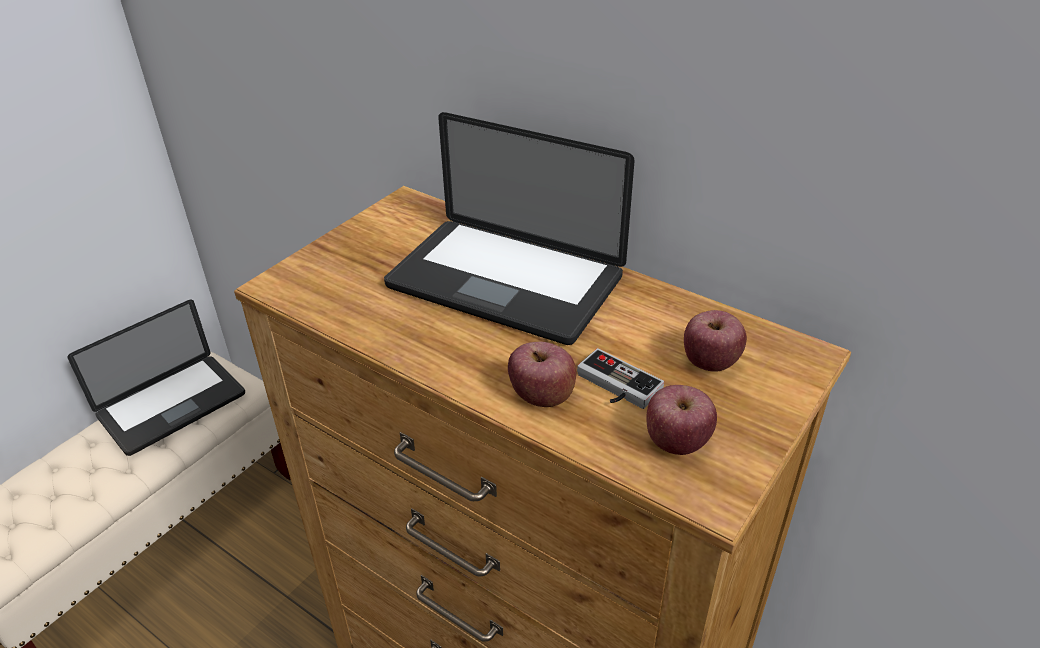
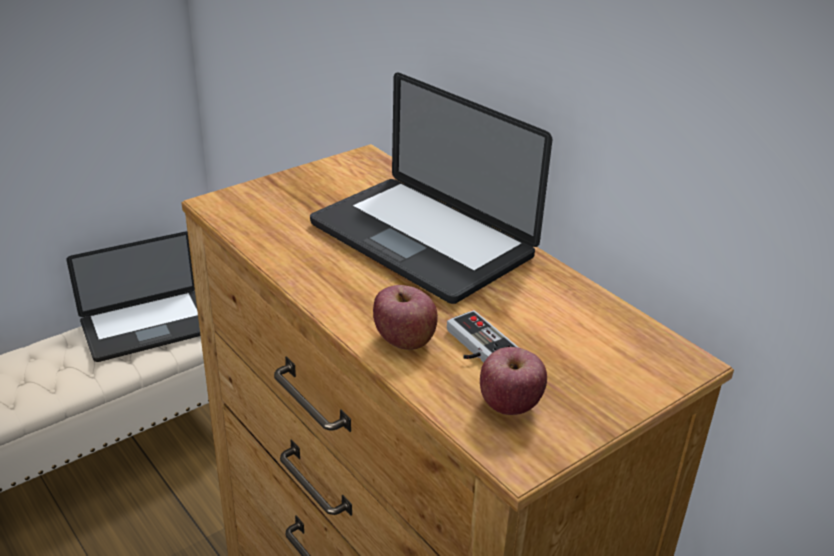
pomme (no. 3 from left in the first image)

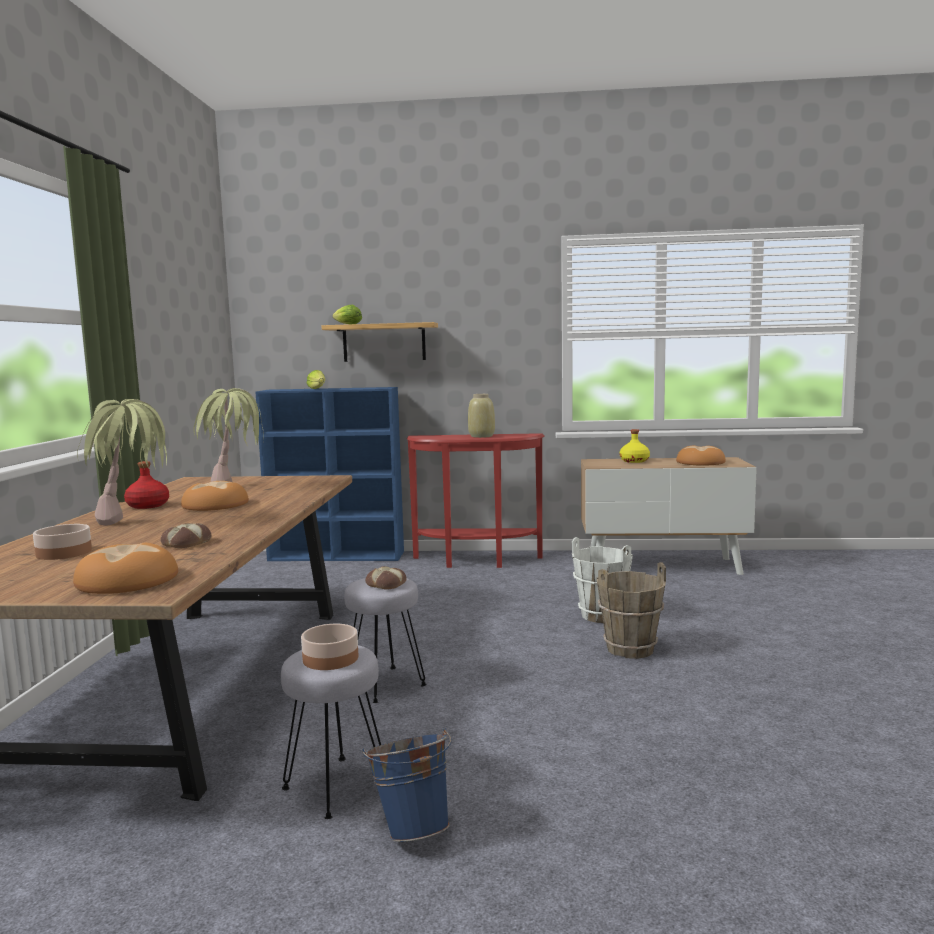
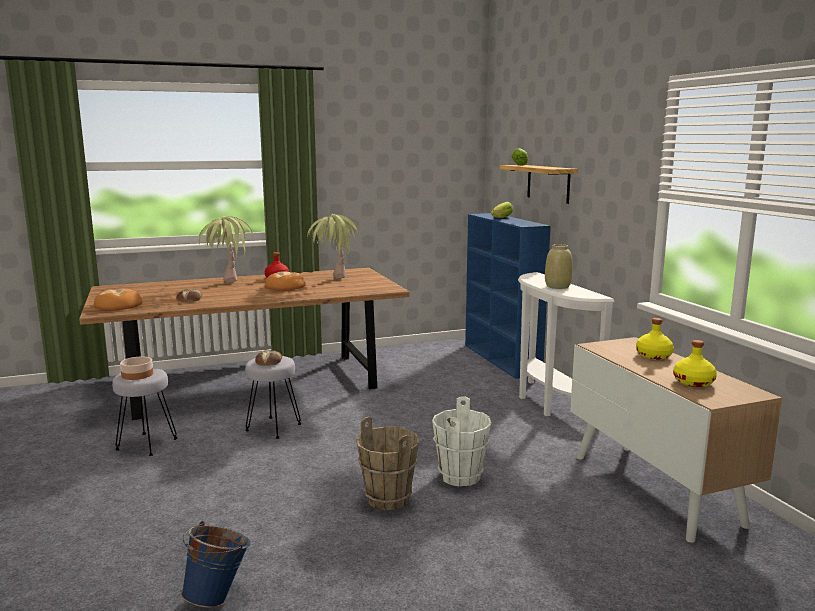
bol (no. 1 from left in the first image)
seau [bleu]
table console [blanc]
bouteille [jaune] (no. 2 from left)

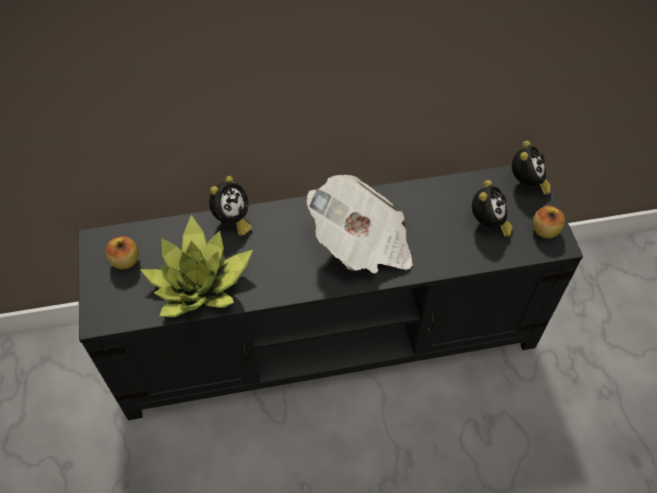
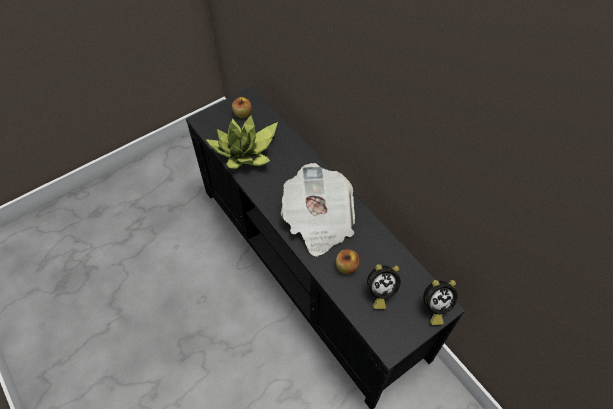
réveil (no. 1 from left in the first image)
pomme (no. 2 from left)

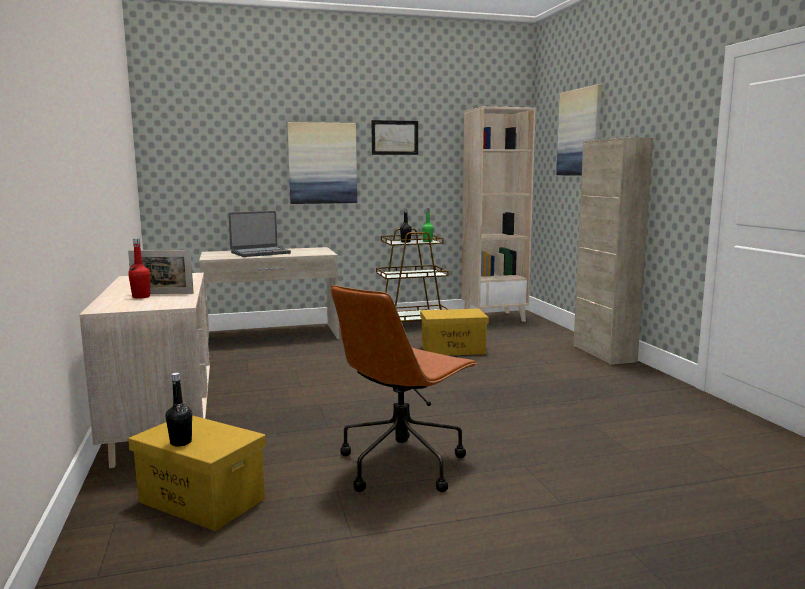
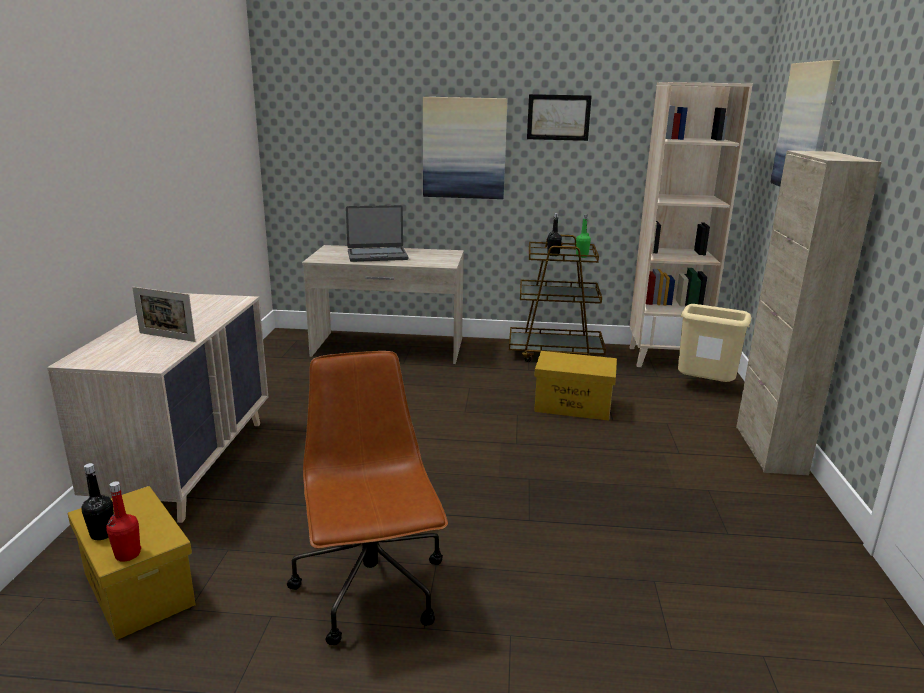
bouteille [rouge]
chaise de bureau [marron]
poubelle [beige]

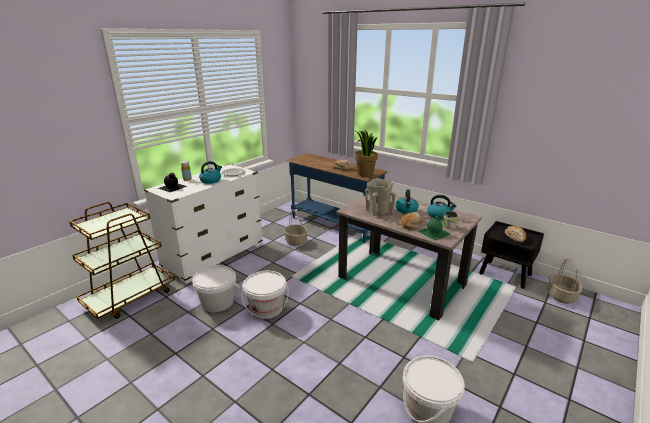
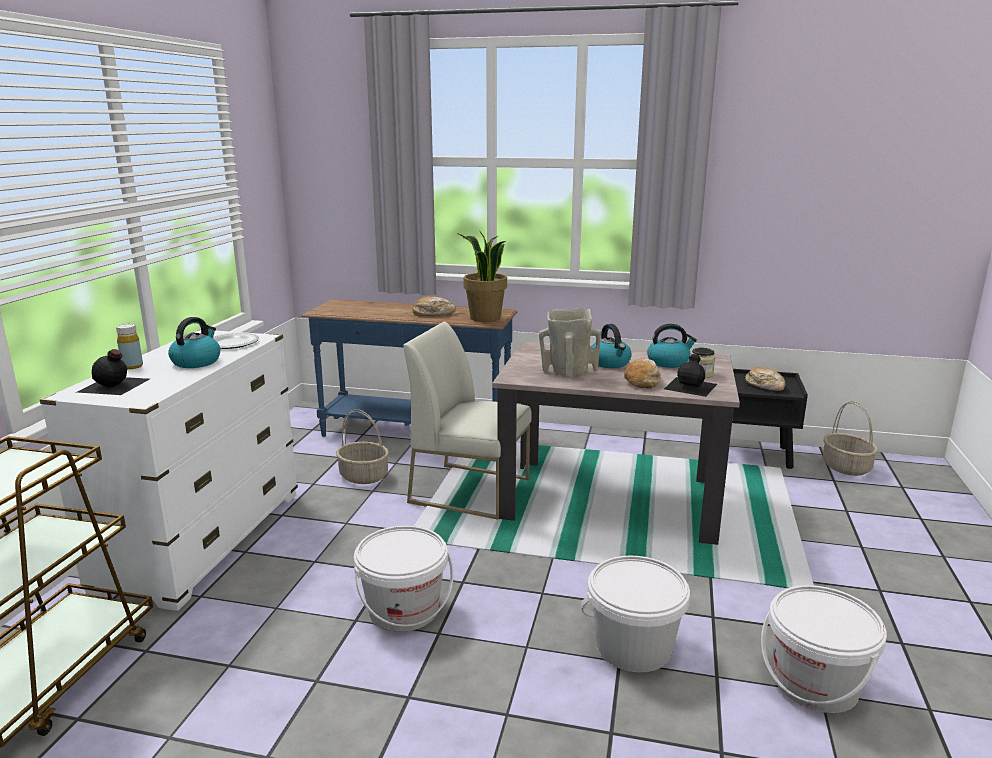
seau [blanc] (no. 2 from left)
bouteille [noir] (no. 2 from left)
chaise [blanc]

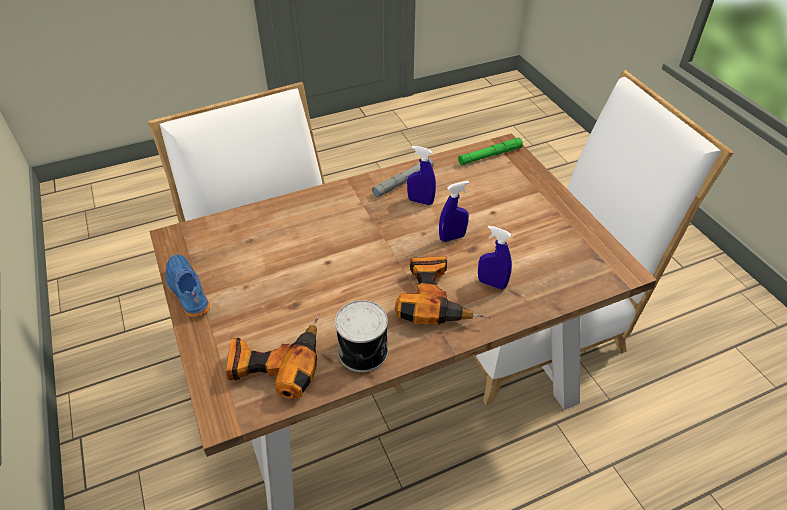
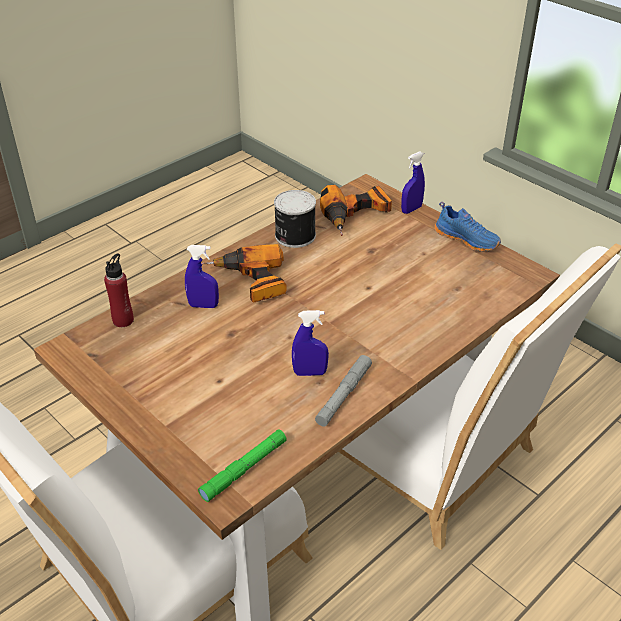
vaporisateur [bleu] (no. 3 from left)
bouteille [rouge]

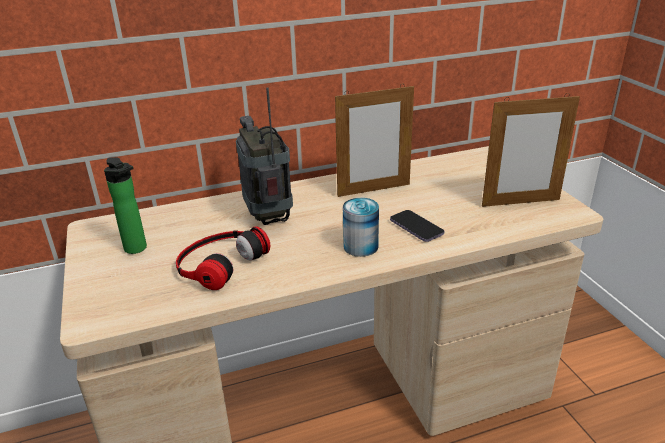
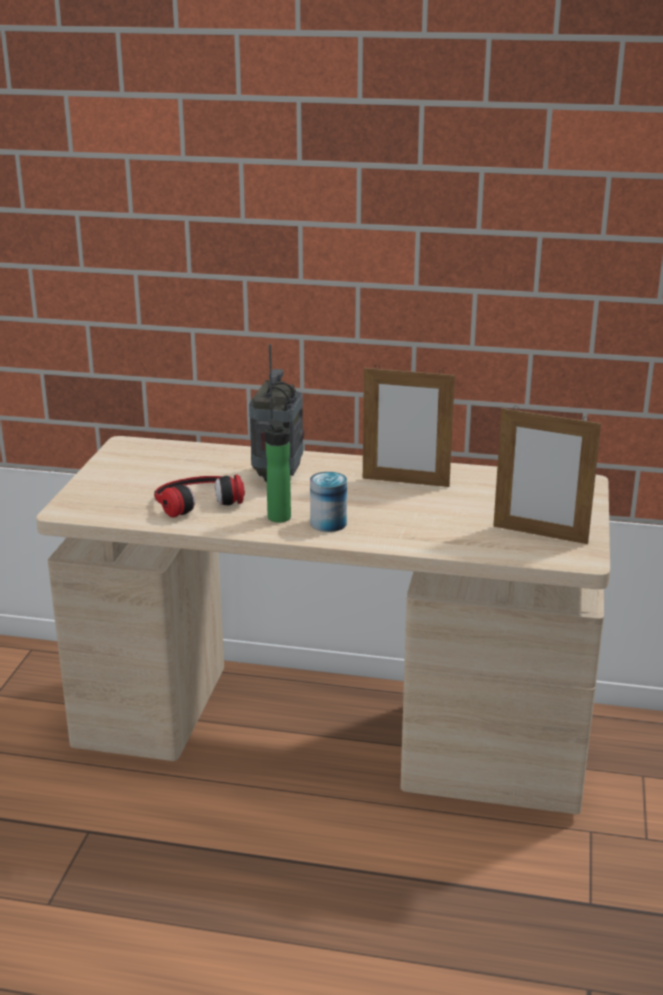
bouteille
téléphone

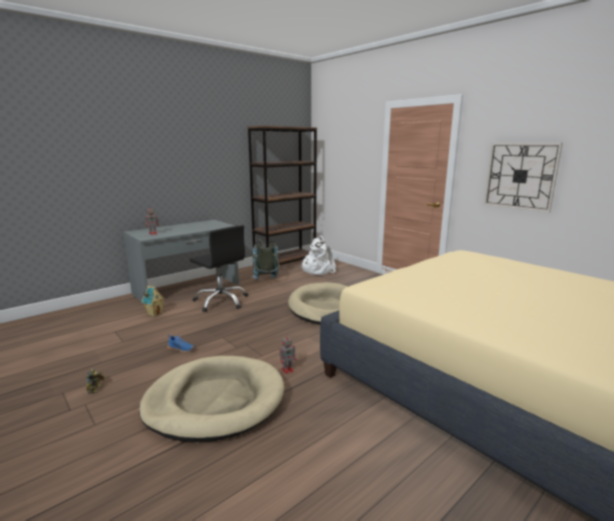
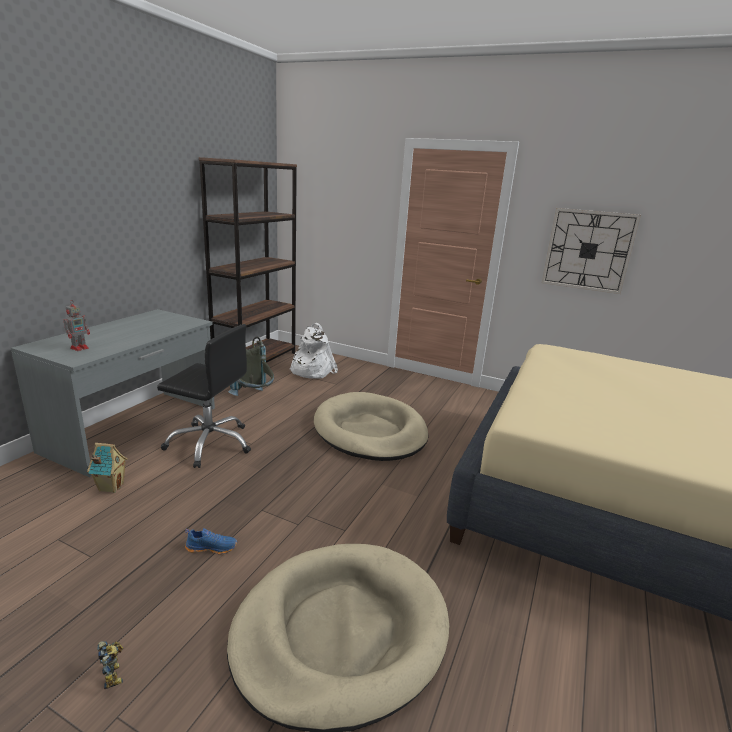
robot jouet (no. 3 from left in the first image)

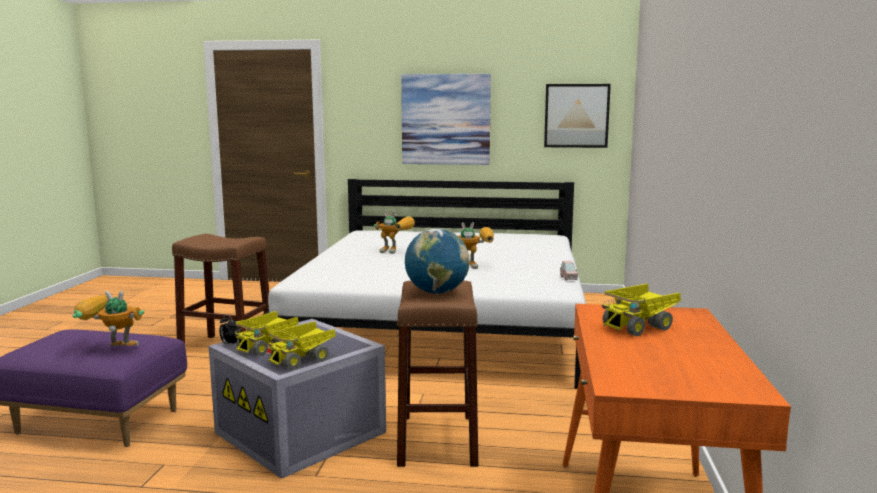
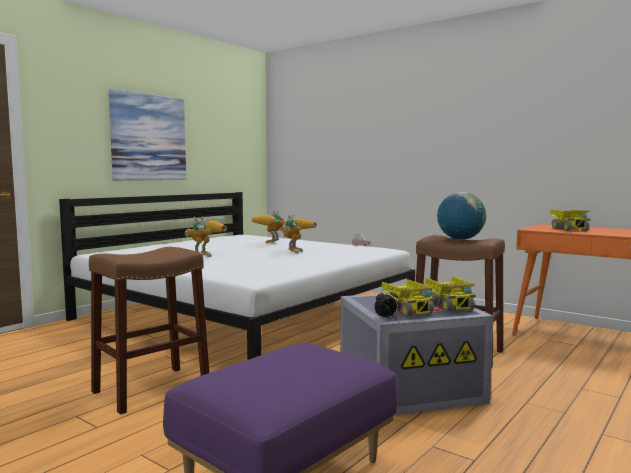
robot jouet (no. 2 from left)
tableau (no. 2 from left in the first image)

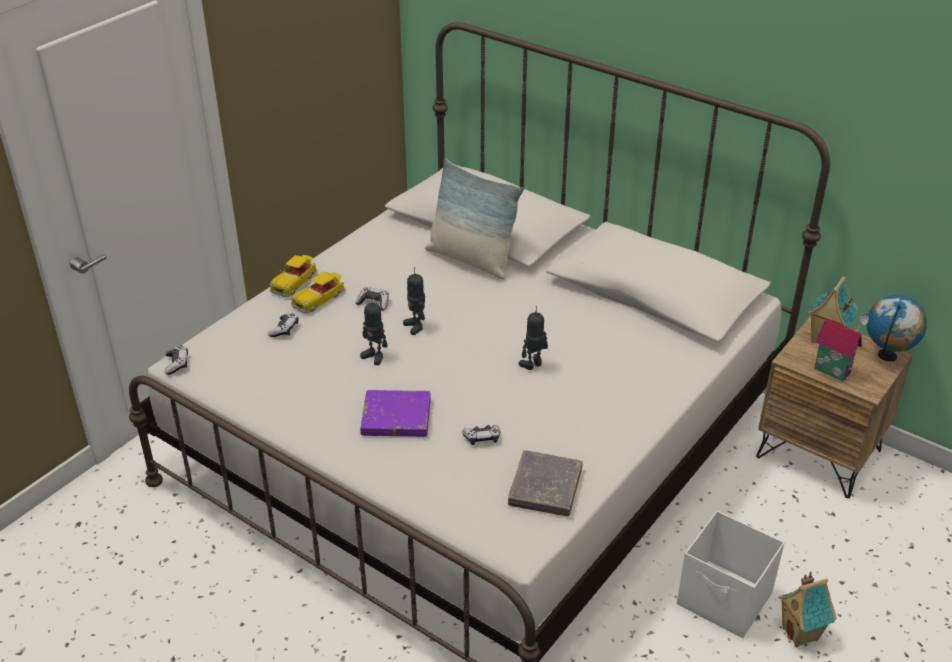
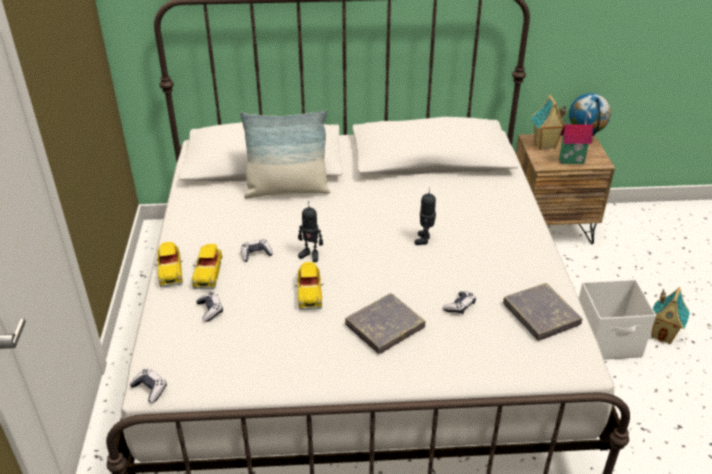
petite voiture (no. 3 from left)
livre [gris] (no. 1 from left)

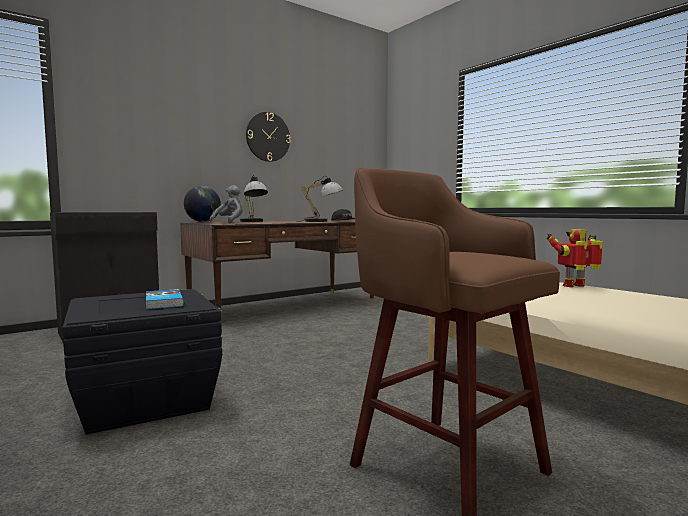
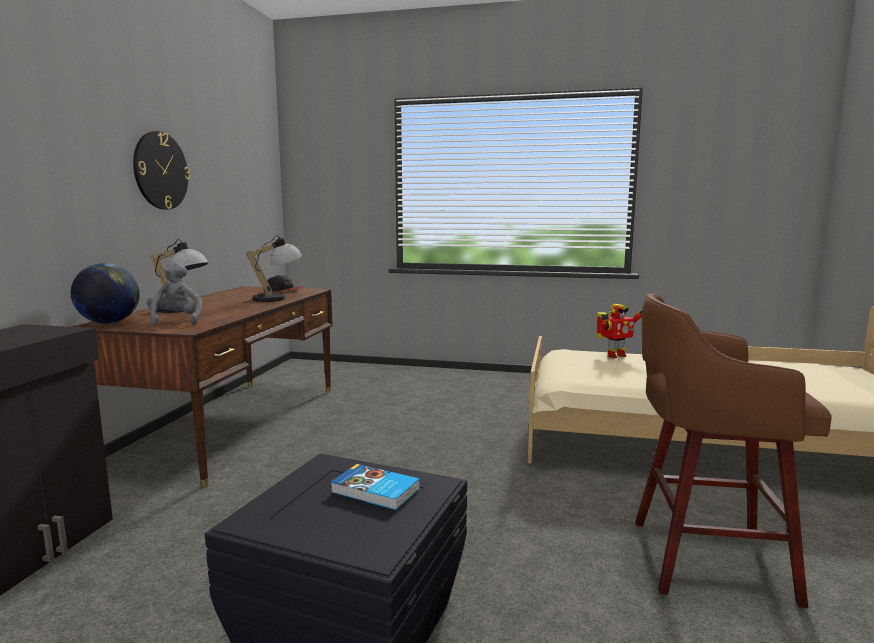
robot jouet

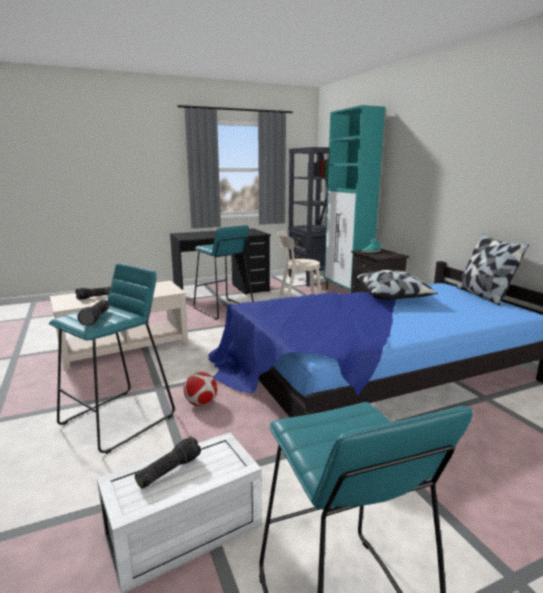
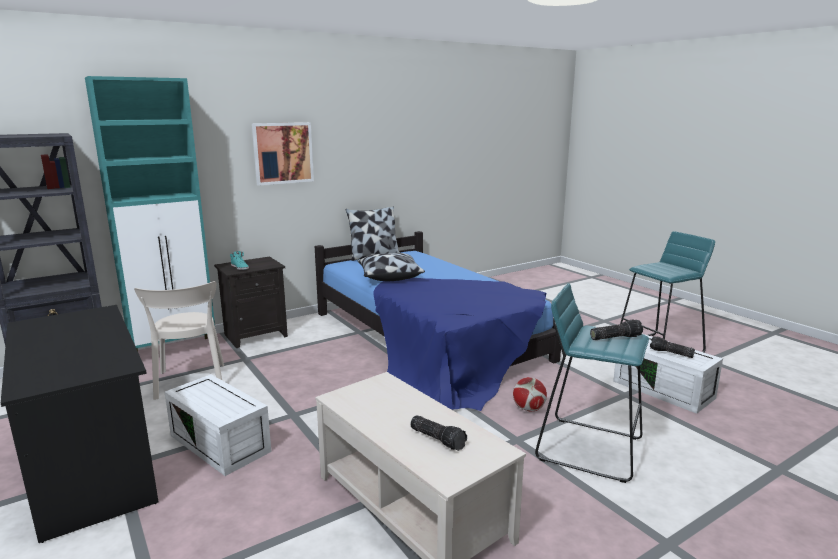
boîte de rangement [blanc] (no. 1 from left)
tableau

